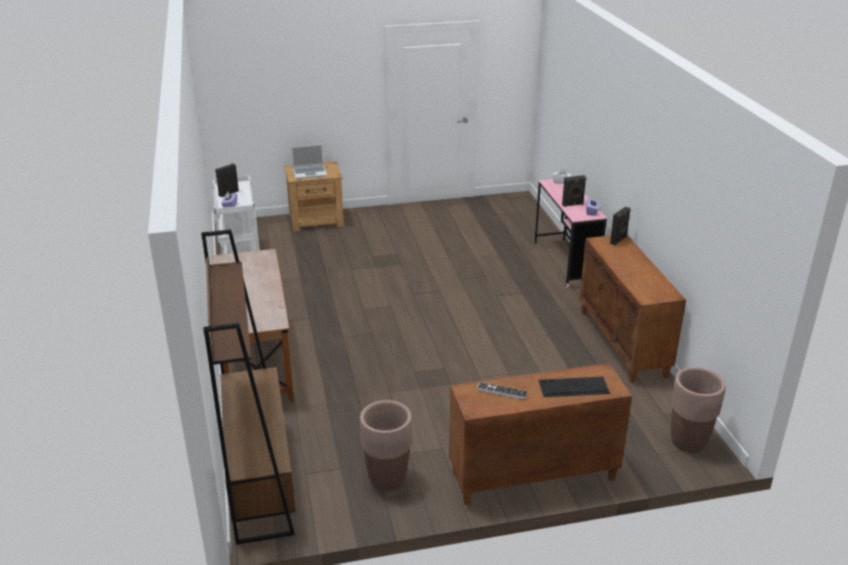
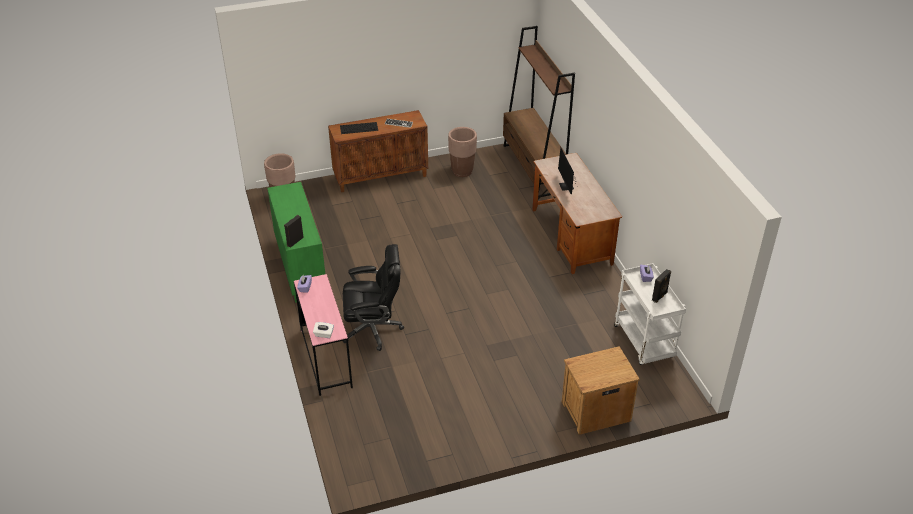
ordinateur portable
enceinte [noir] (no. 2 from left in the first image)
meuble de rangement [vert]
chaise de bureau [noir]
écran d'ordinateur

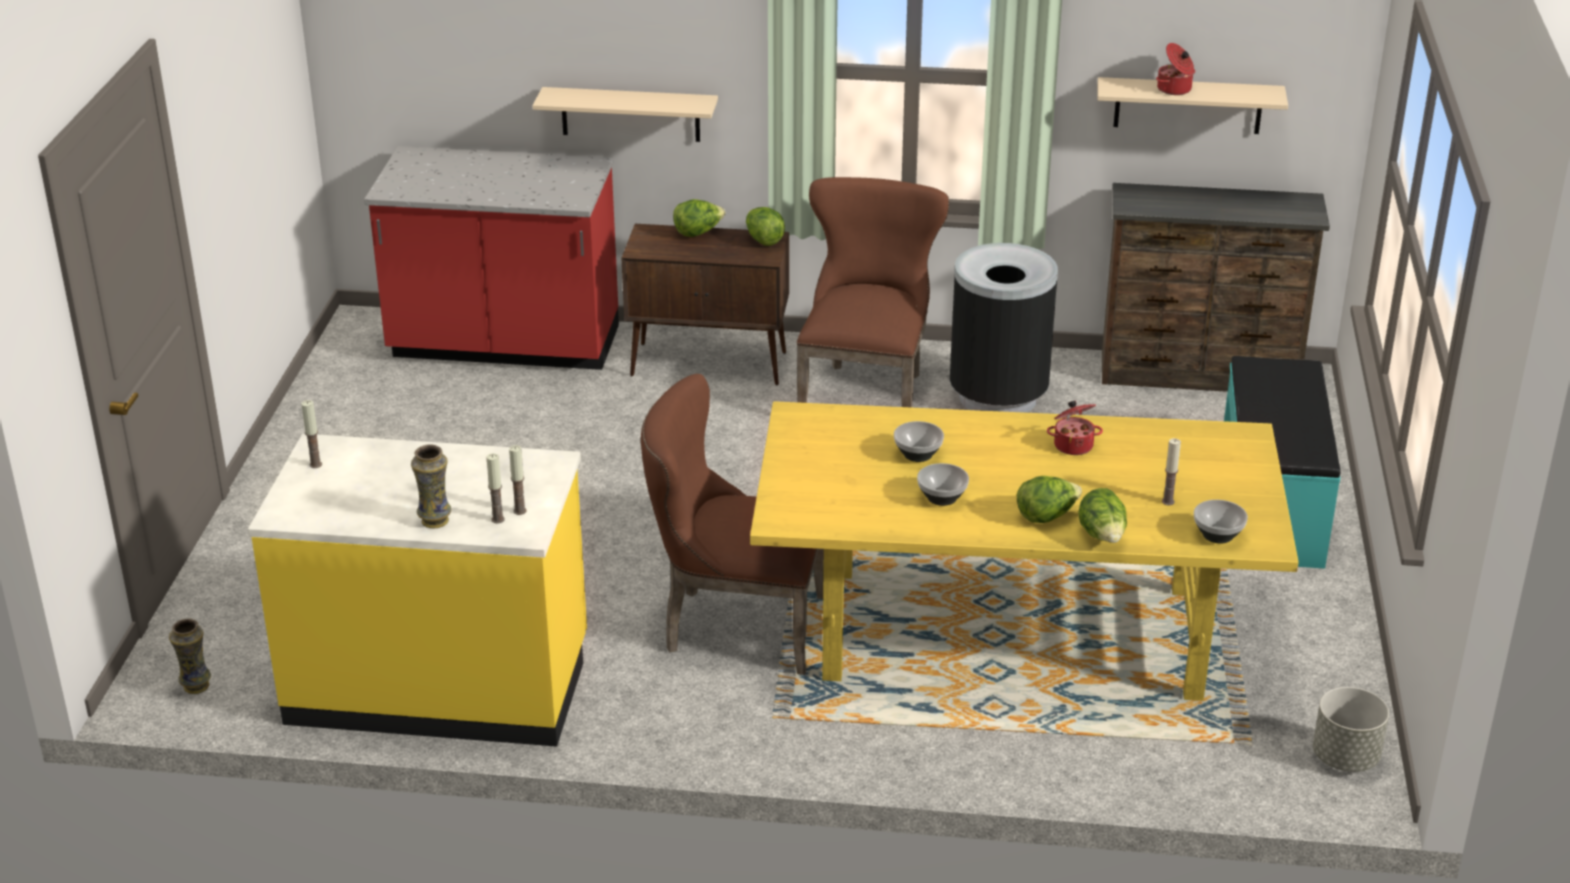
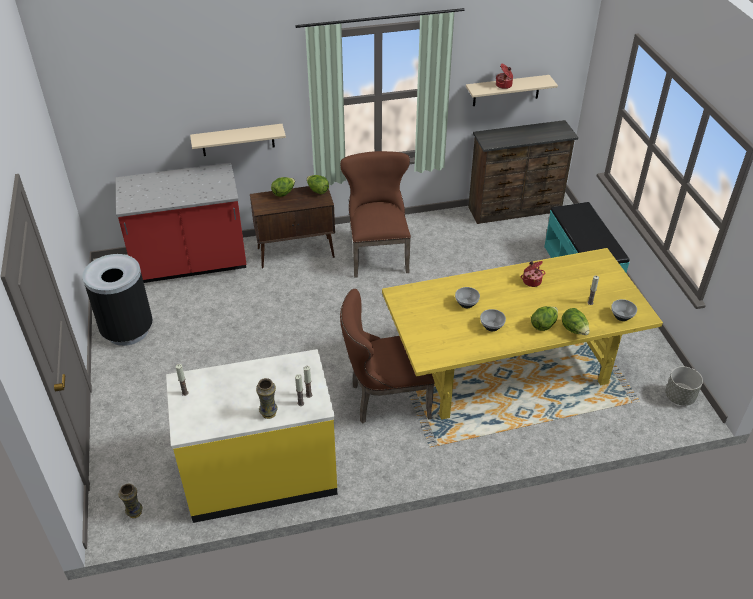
poubelle [noir]

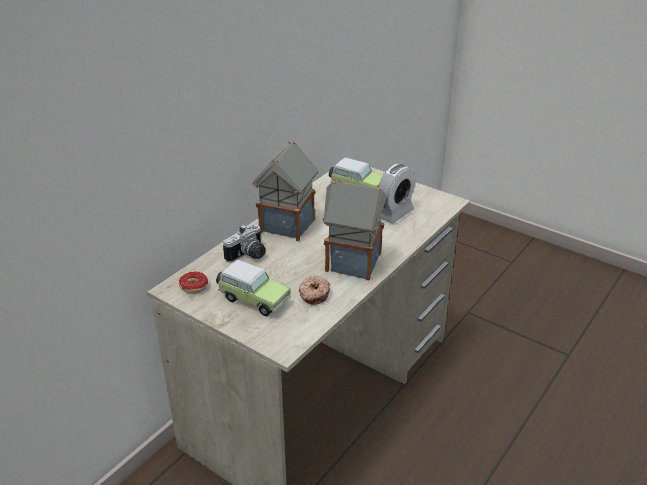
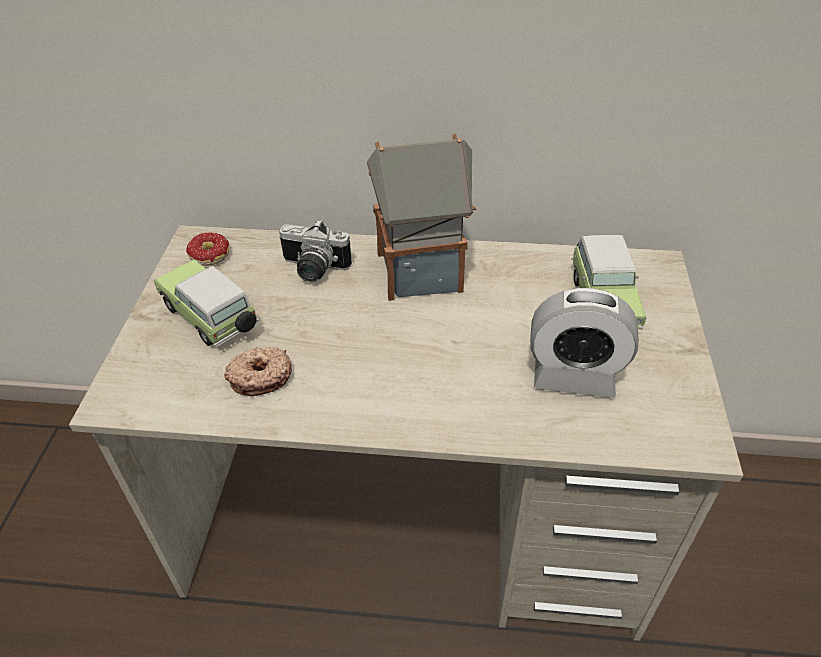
petite voiture (no. 1 from left)
maison miniature (no. 2 from left in the first image)

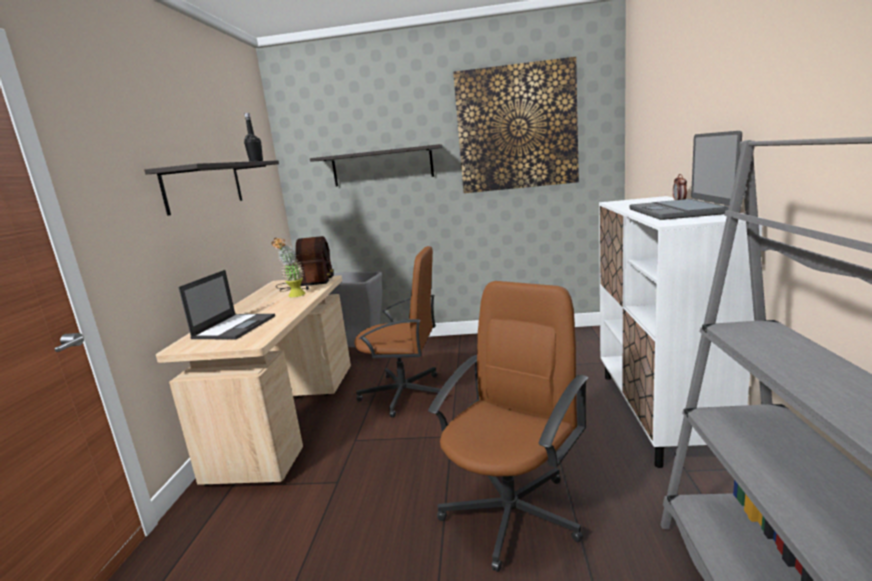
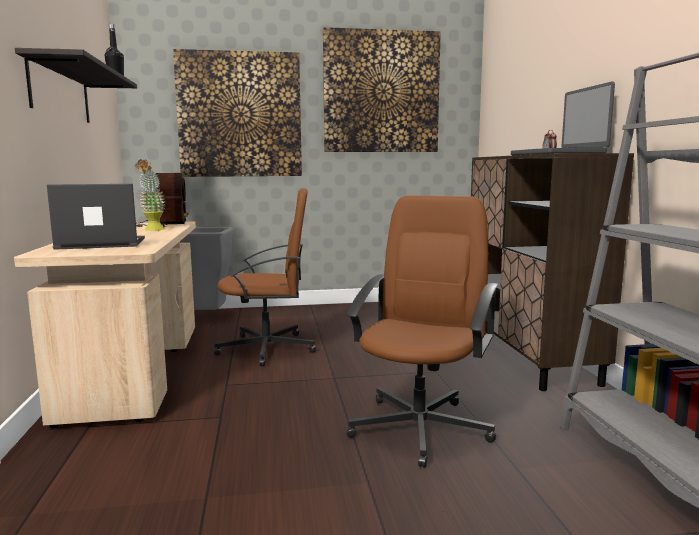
ordinateur portable (no. 1 from left)
tableau (no. 1 from left)
meuble de rangement [marron]

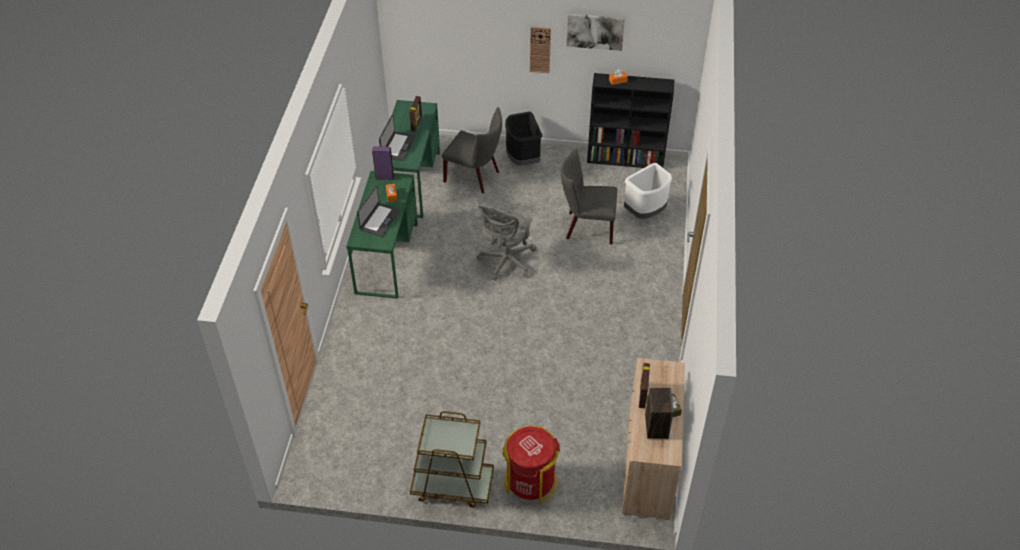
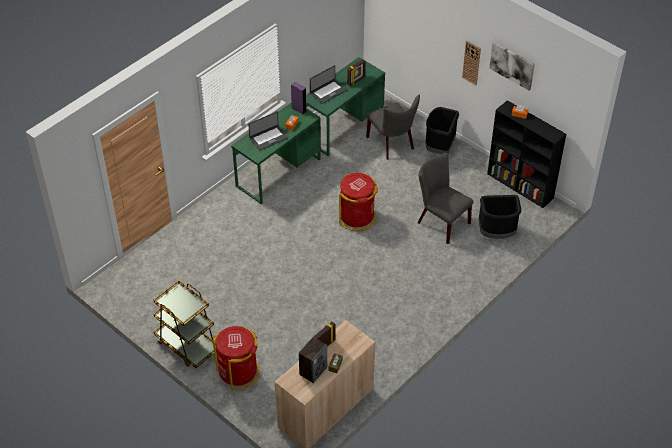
poubelle [rouge] (no. 2 from left)
poubelle [noir] (no. 2 from left)

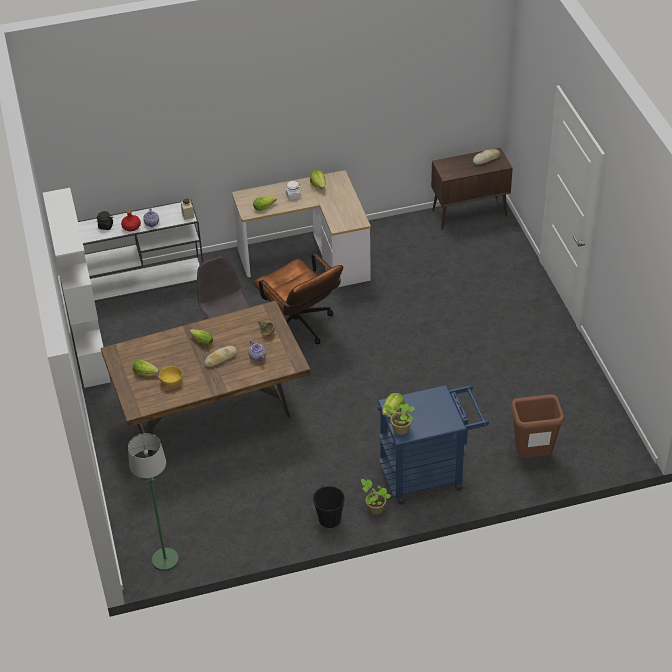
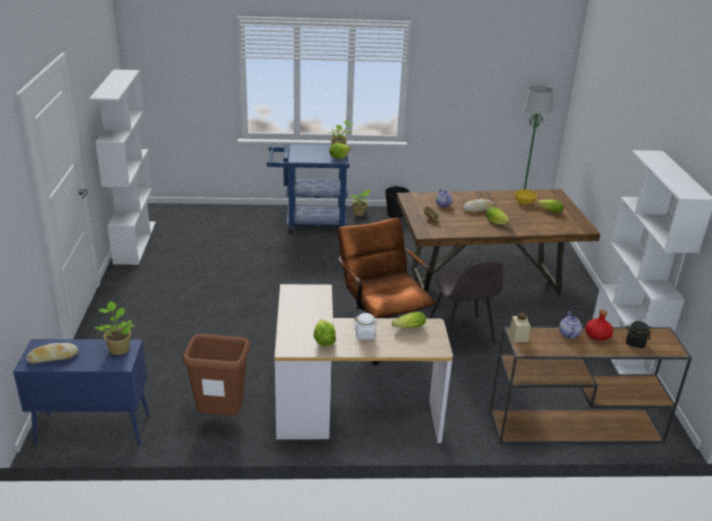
table console [marron]
meuble de rangement [bleu]
poubelle [marron]
bibliothèque [blanc] (no. 1 from left)
plante en pot (no. 1 from left)

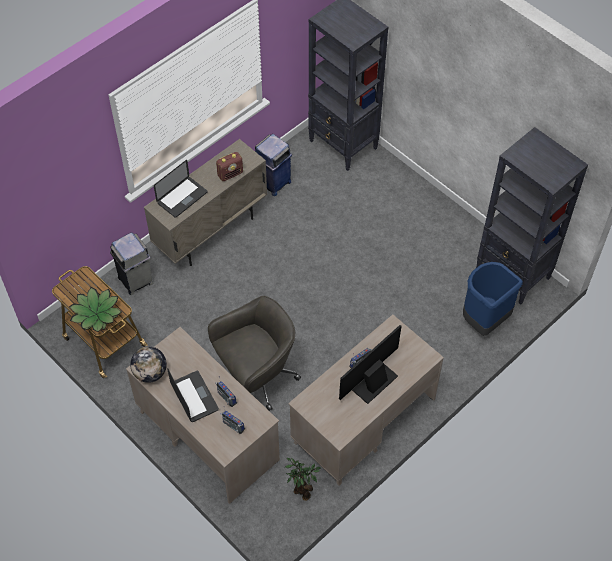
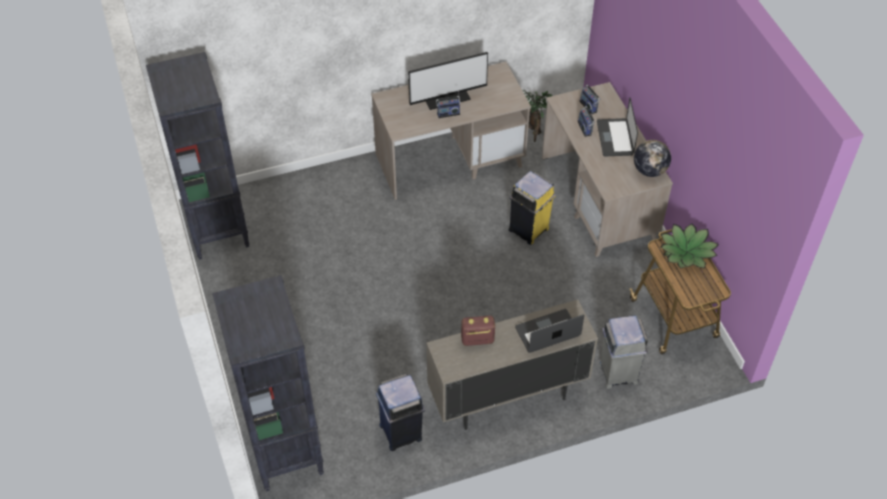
poubelle [jaune]
poubelle [bleu] (no. 2 from left in the first image)

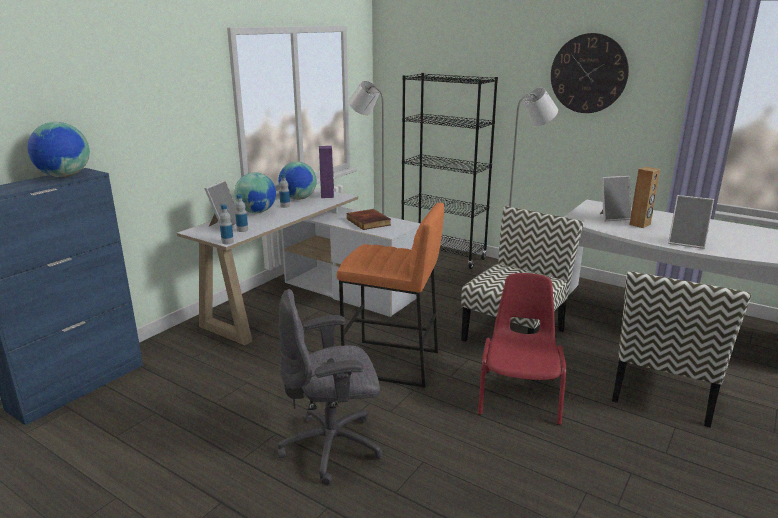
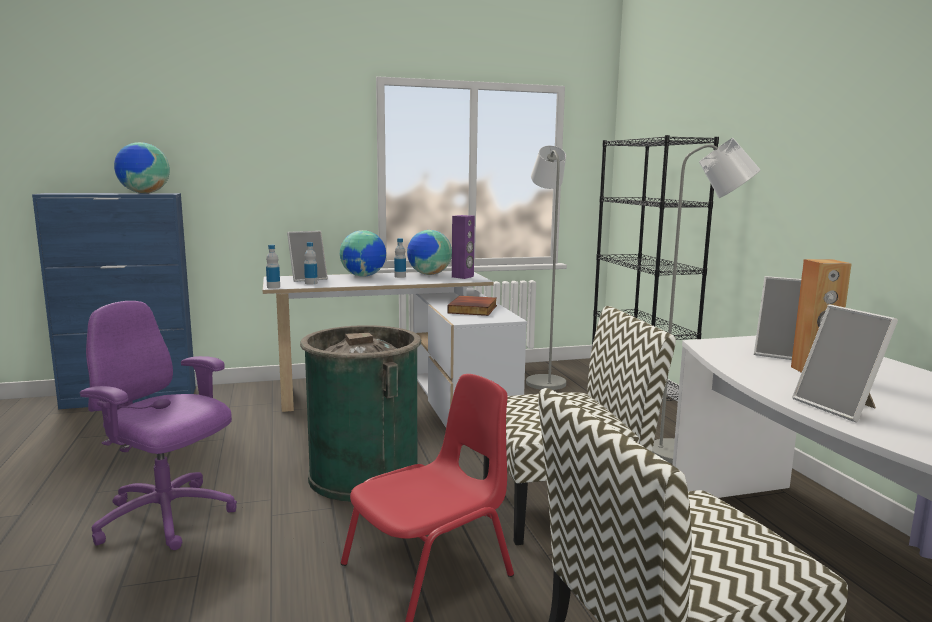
chaise de bureau [violet]
poubelle [vert]
horloge murale

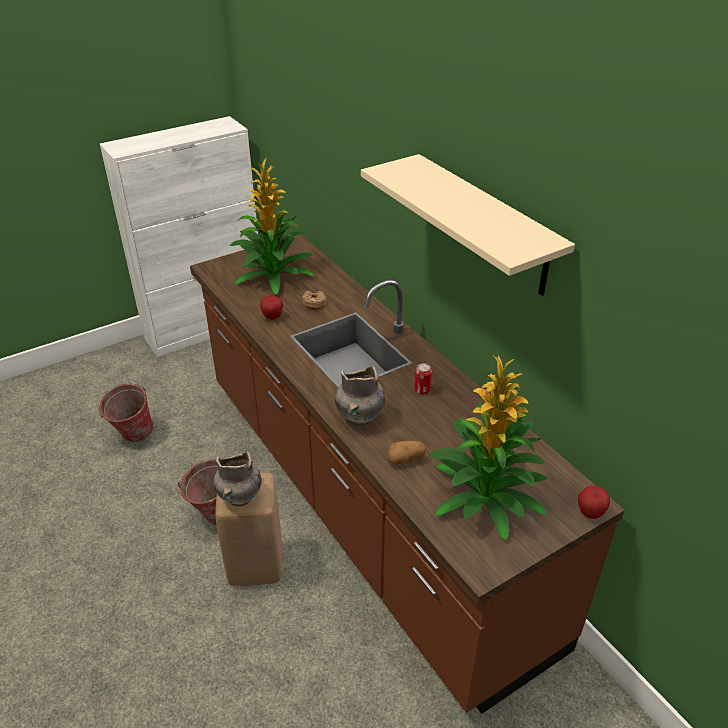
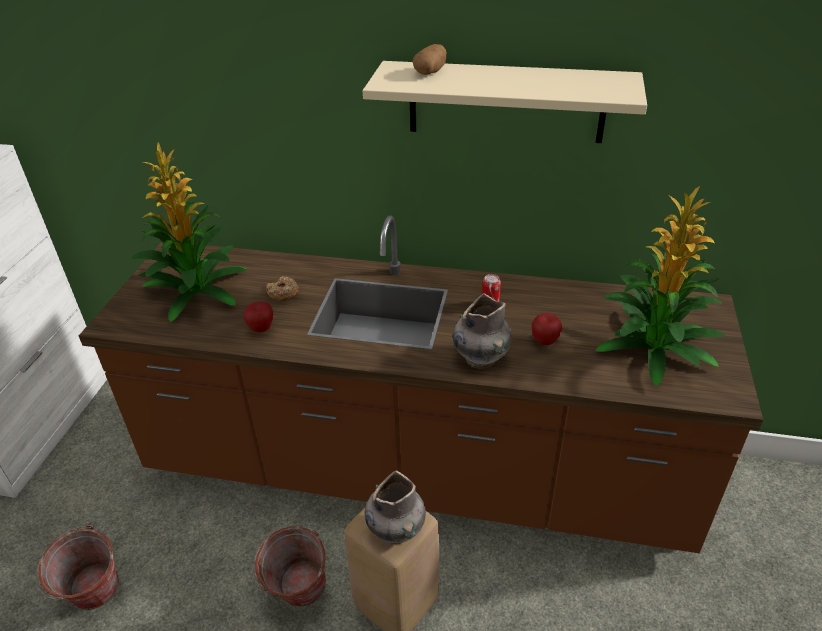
pomme de terre
pomme (no. 2 from left)

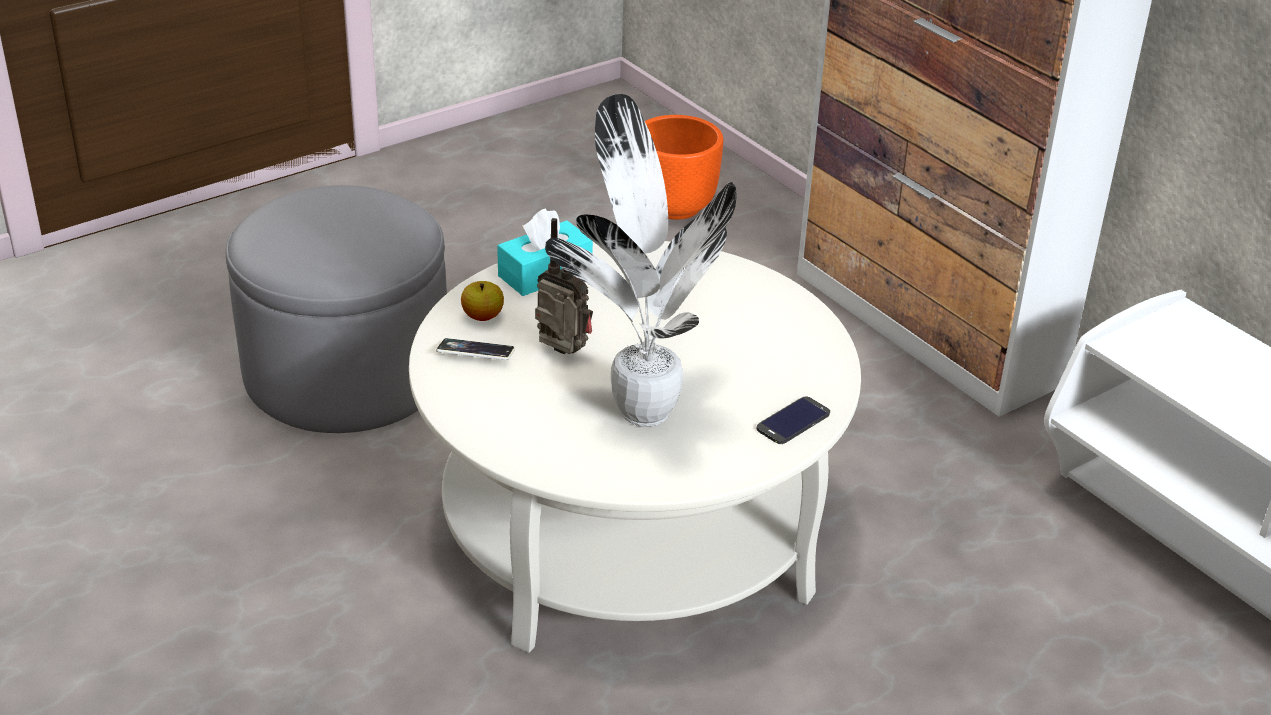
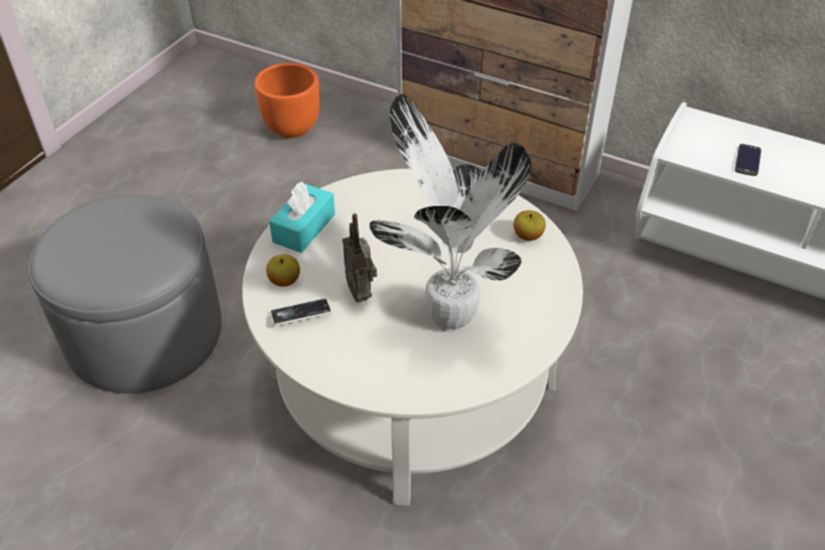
radio
téléphone (no. 2 from left)
pomme (no. 2 from left)

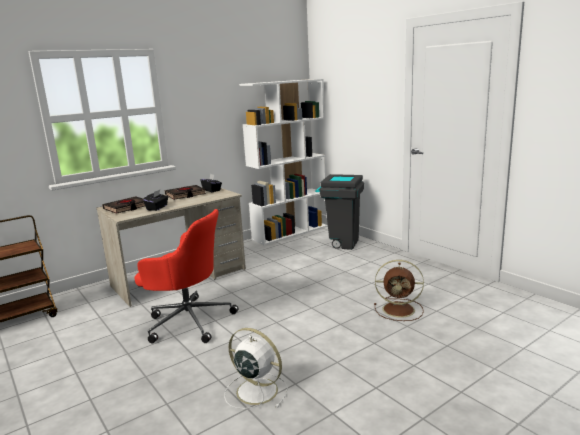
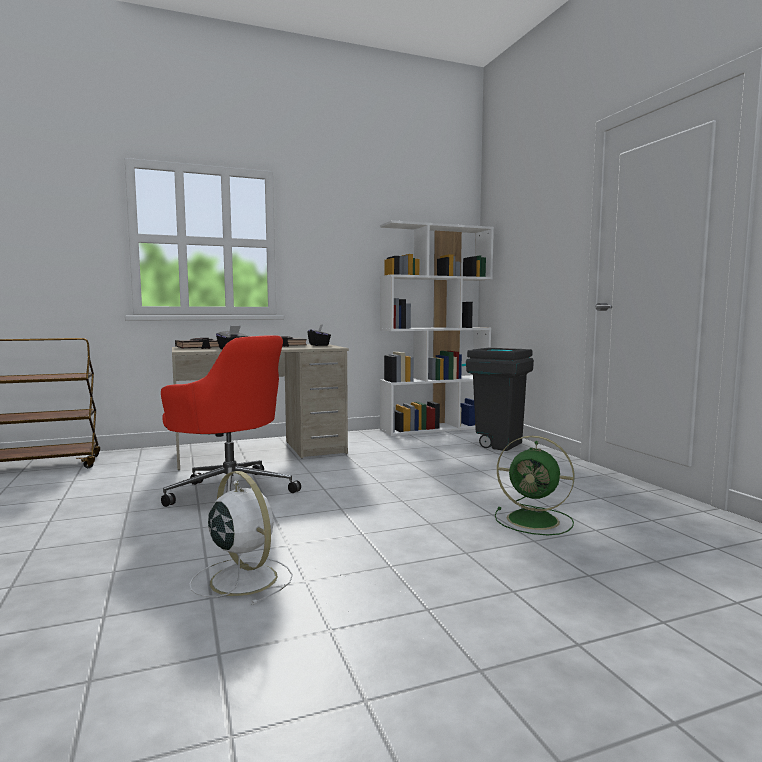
ventilateur [vert]

